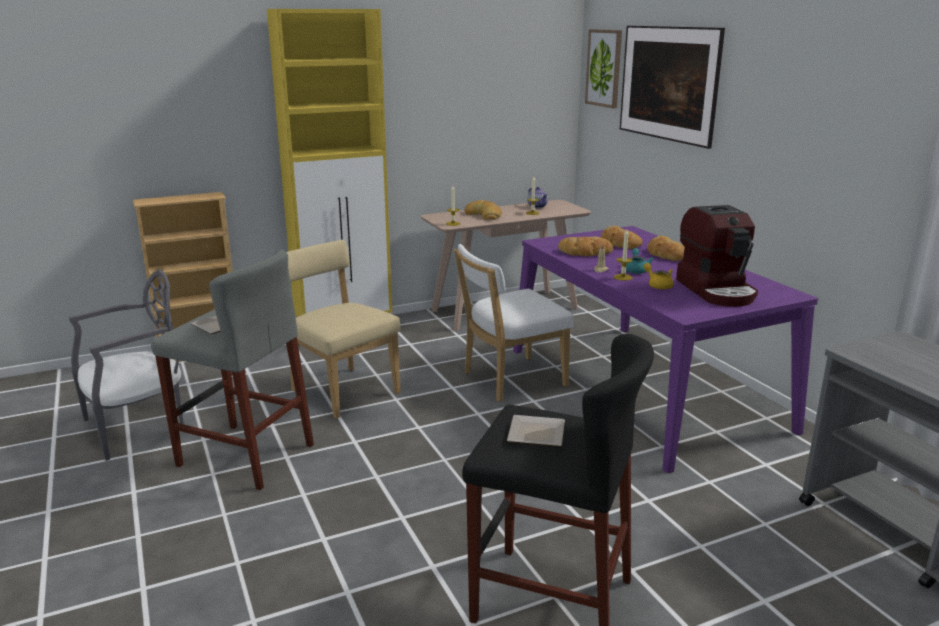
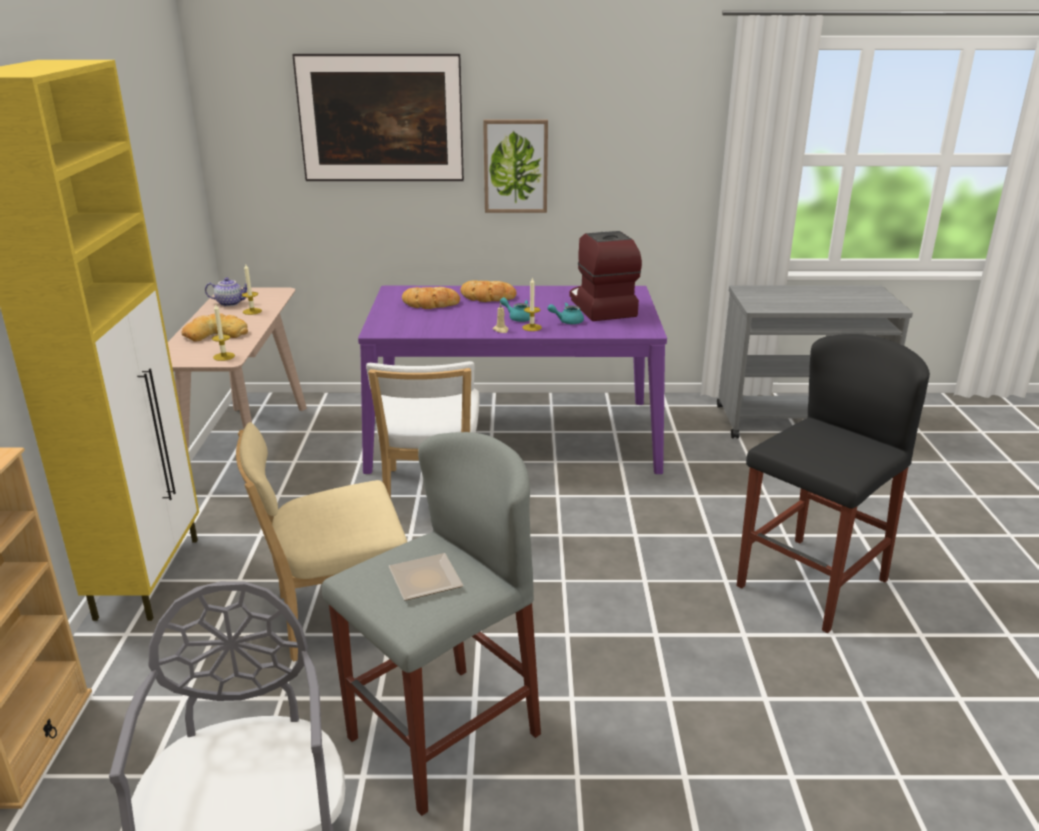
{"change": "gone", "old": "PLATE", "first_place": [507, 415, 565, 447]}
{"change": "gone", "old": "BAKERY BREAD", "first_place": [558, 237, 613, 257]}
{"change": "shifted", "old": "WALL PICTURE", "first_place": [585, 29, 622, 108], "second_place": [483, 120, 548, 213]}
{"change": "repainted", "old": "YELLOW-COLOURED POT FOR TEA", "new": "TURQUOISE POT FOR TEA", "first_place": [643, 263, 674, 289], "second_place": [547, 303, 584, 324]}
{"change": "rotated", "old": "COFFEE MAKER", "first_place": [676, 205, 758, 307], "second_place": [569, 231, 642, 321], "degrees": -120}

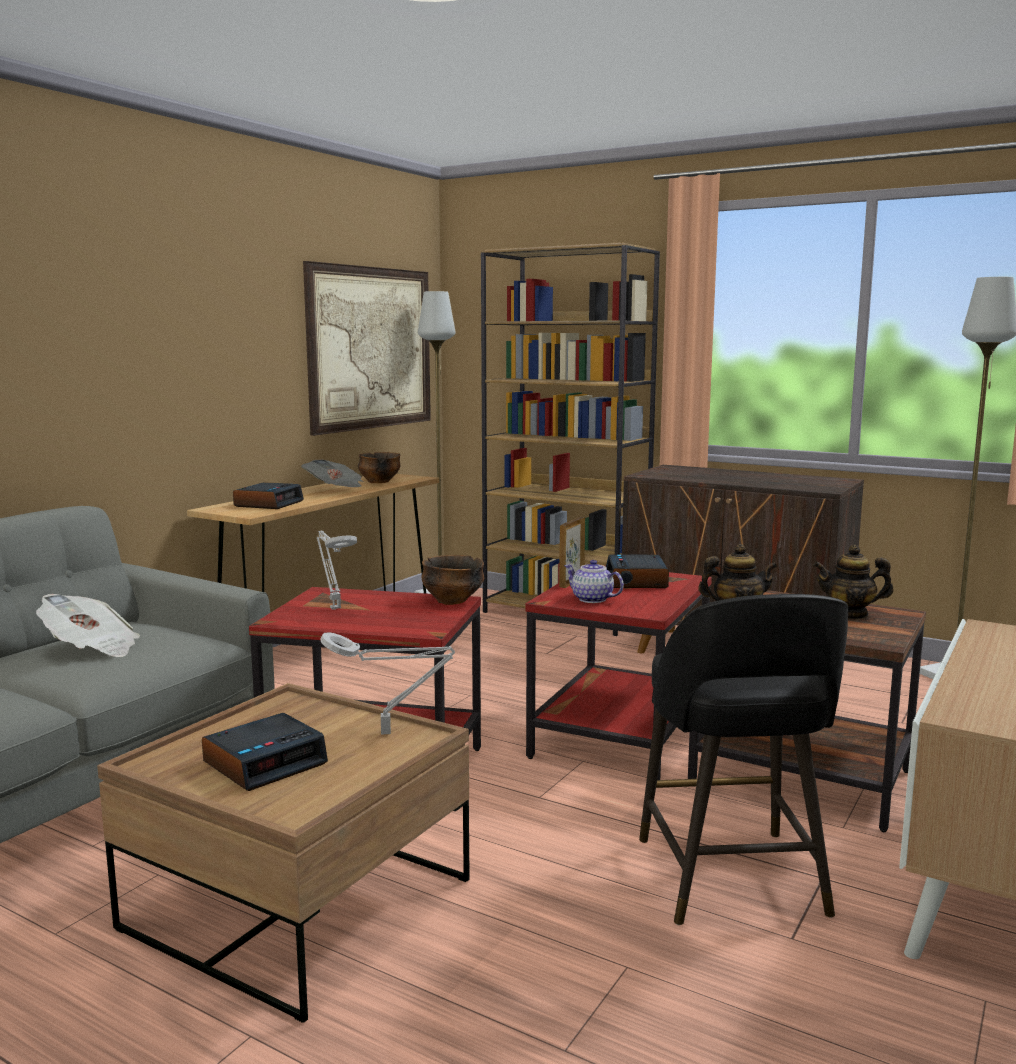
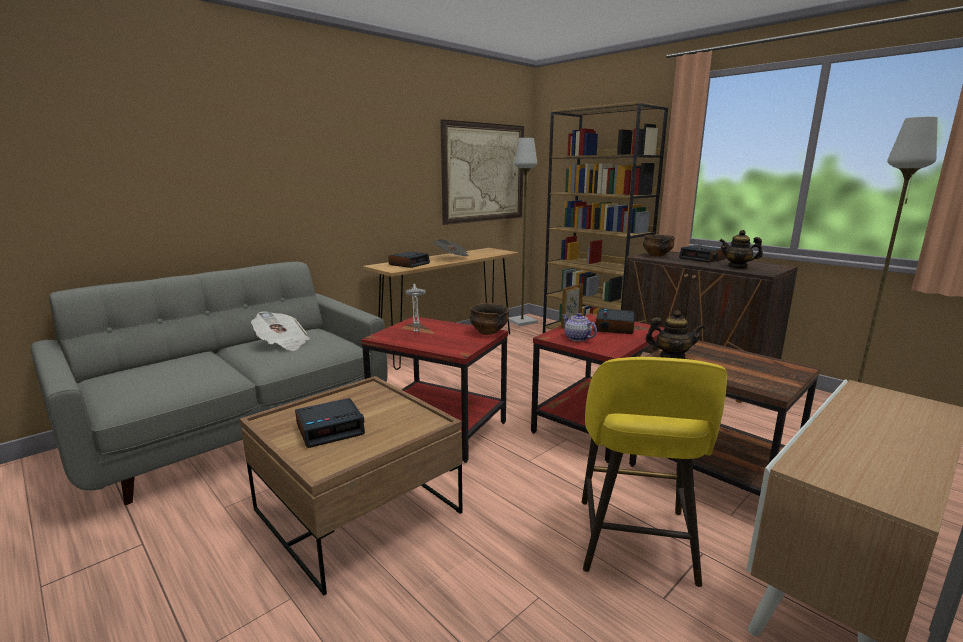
{"change": "gone", "old": "GREY TABLE LAMP", "first_place": [320, 632, 455, 735]}
{"change": "shifted", "old": "BOWL", "first_place": [358, 452, 401, 483], "second_place": [643, 234, 675, 257]}
{"change": "repainted", "old": "BLACK STOOL", "new": "YELLOW-COLOURED STOOL", "first_place": [639, 594, 848, 925], "second_place": [582, 357, 728, 587]}
{"change": "shifted", "old": "POT FOR TEA", "first_place": [813, 545, 894, 619], "second_place": [719, 230, 763, 269]}
{"change": "new", "new": "ALARM CLOCK", "second_place": [679, 245, 726, 263]}

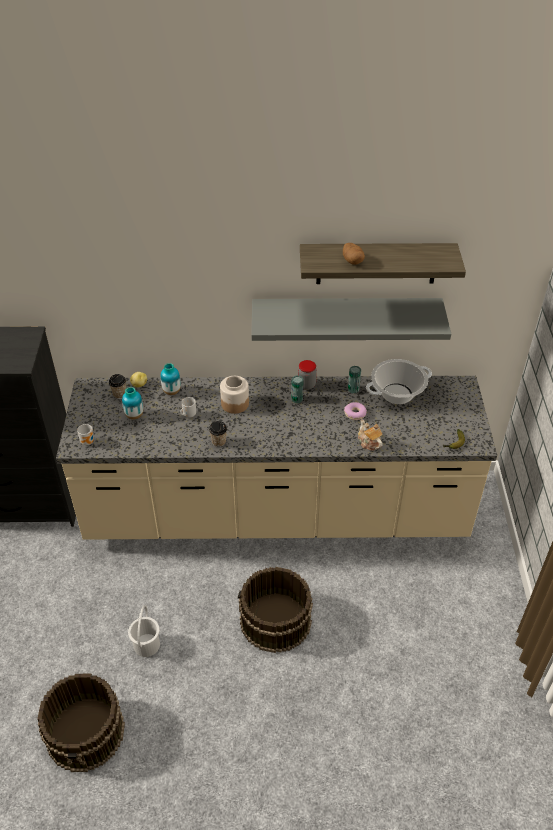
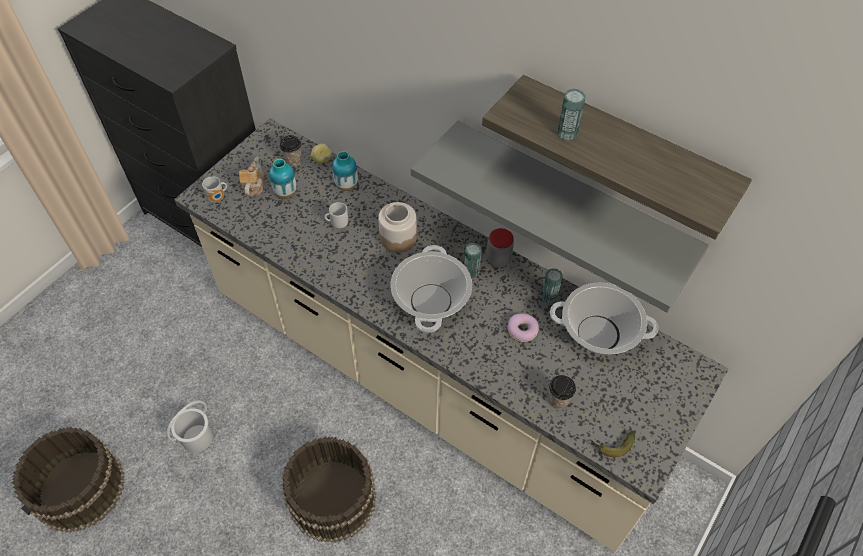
{"change": "shifted", "old": "CUP", "first_place": [209, 421, 227, 447], "second_place": [549, 375, 576, 409]}
{"change": "swapped", "old": "WHOLE POTATO", "new": "METAL CAN", "first_place": [343, 243, 365, 265], "second_place": [557, 88, 586, 141]}
{"change": "shifted", "old": "POT FOR TEA", "first_place": [358, 419, 383, 451], "second_place": [239, 157, 266, 197]}
{"change": "new", "new": "COOKING POT", "second_place": [391, 245, 472, 333]}

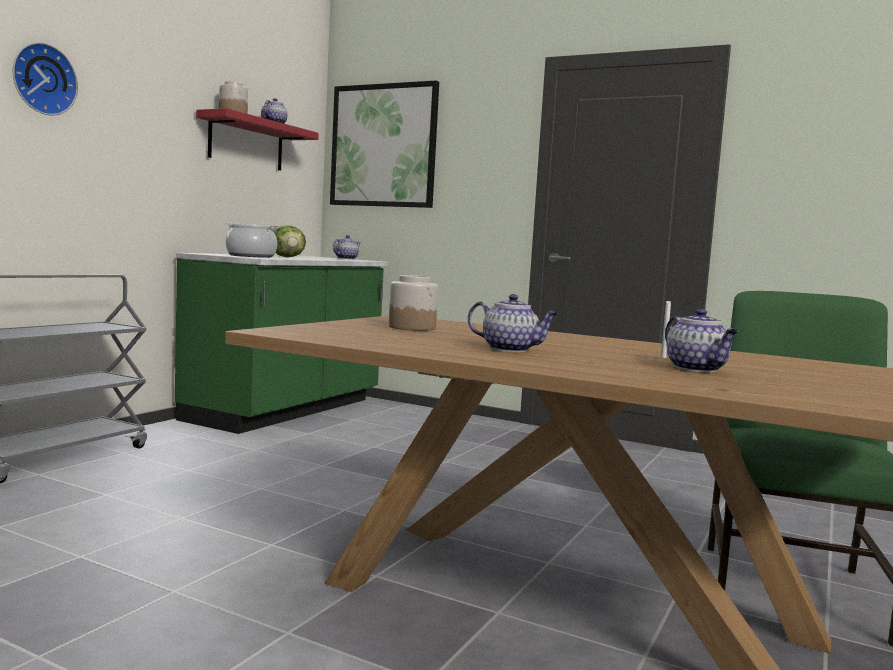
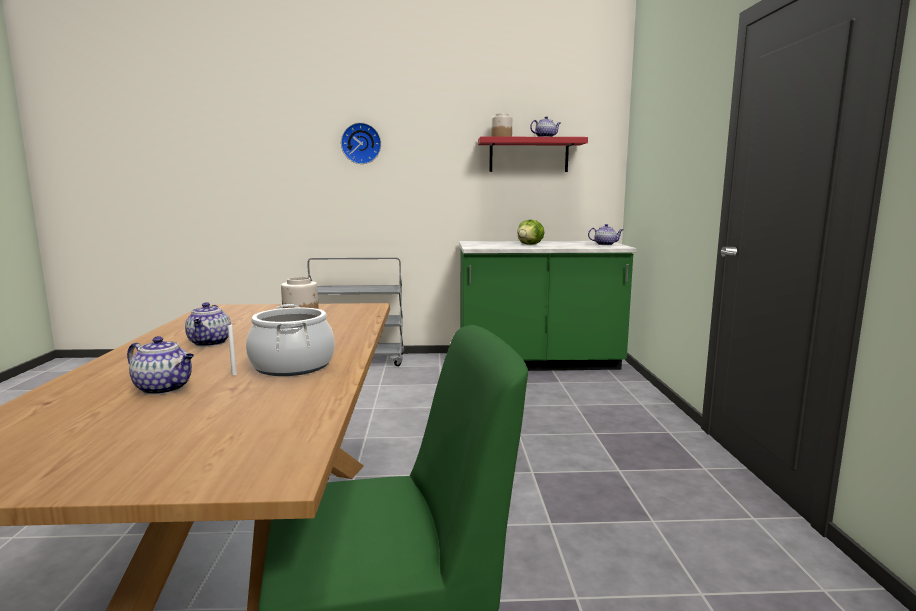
{"change": "shifted", "old": "COOKING POT", "first_place": [226, 222, 279, 258], "second_place": [246, 304, 335, 376]}
{"change": "gone", "old": "WALL PICTURE", "first_place": [330, 80, 439, 208]}
{"change": "rotated", "old": "POT FOR TEA", "first_place": [665, 309, 738, 372], "second_place": [127, 336, 194, 395], "degrees": -105}

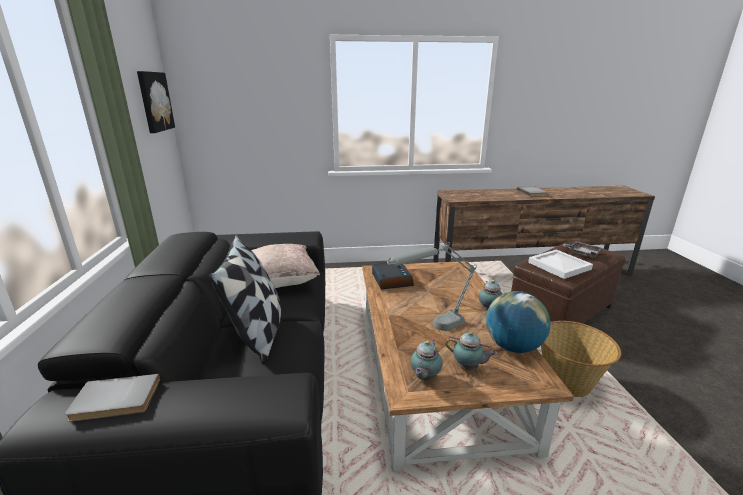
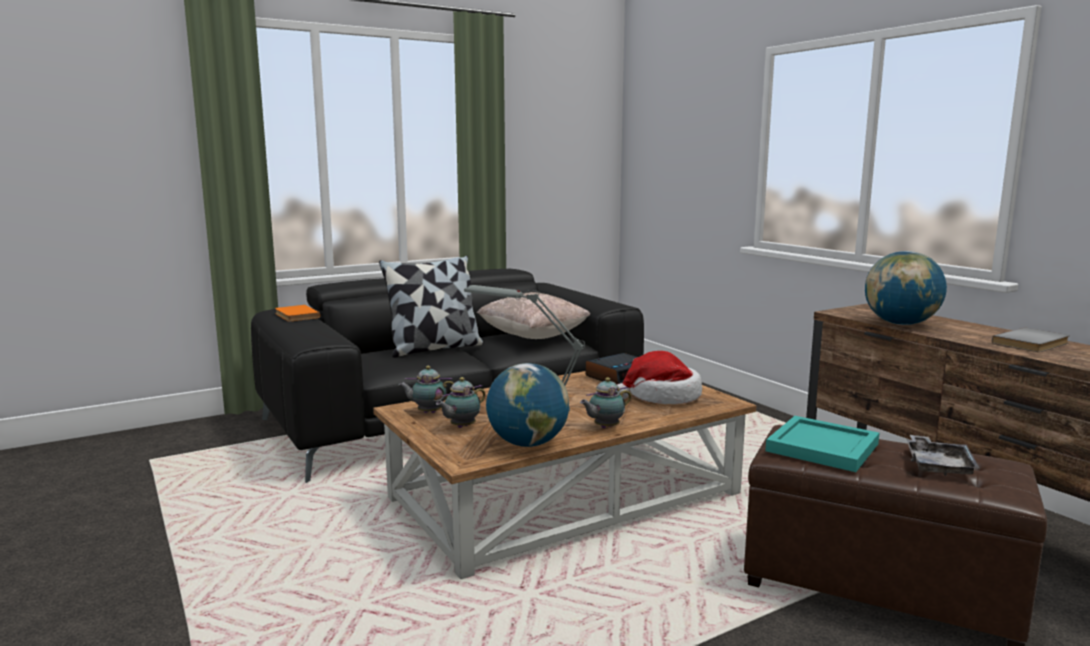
{"change": "repainted", "old": "GREY BOUND BOOK", "new": "ORANGE-COLOURED BOUND BOOK", "first_place": [65, 374, 160, 422], "second_place": [275, 305, 320, 322]}
{"change": "gone", "old": "WALL PICTURE", "first_place": [137, 71, 175, 133]}
{"change": "rotated", "old": "POT FOR TEA", "first_place": [445, 331, 497, 371], "second_place": [436, 377, 485, 428], "degrees": 45}
{"change": "repainted", "old": "WHITISH TRAY", "new": "TURQUOISE TRAY", "first_place": [528, 250, 593, 279], "second_place": [765, 416, 879, 472]}
{"change": "gone", "old": "STORAGE BASKET", "first_place": [541, 321, 621, 397]}
{"change": "new", "new": "HAT", "second_place": [615, 351, 702, 404]}
{"change": "new", "new": "WORLD GLOBE", "second_place": [865, 251, 947, 325]}

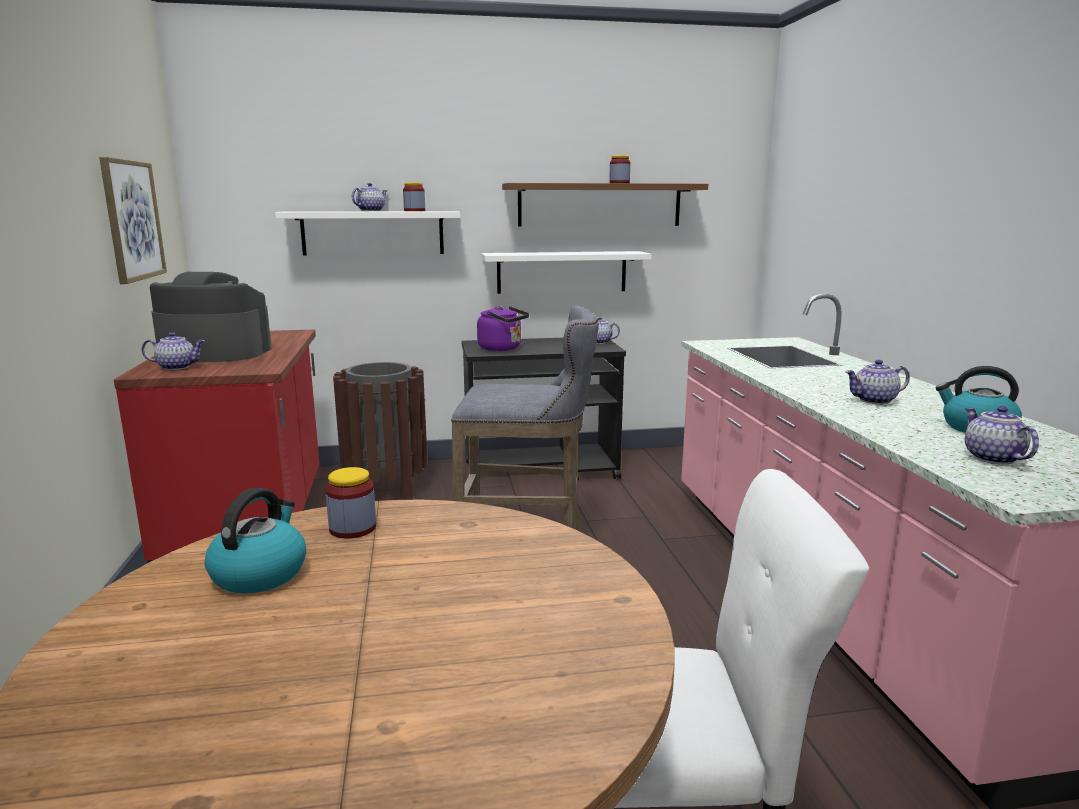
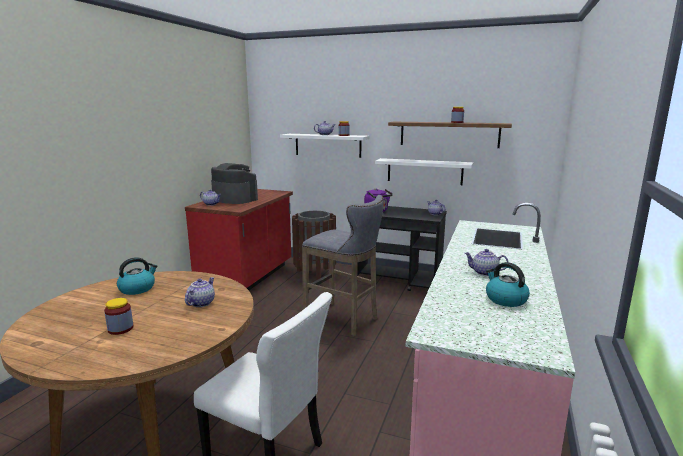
{"change": "gone", "old": "WALL PICTURE", "first_place": [99, 157, 167, 284]}
{"change": "shifted", "old": "STORAGE JAR", "first_place": [326, 467, 376, 539], "second_place": [104, 298, 133, 335]}
{"change": "shifted", "old": "POT FOR TEA", "first_place": [965, 406, 1039, 464], "second_place": [185, 277, 215, 307]}

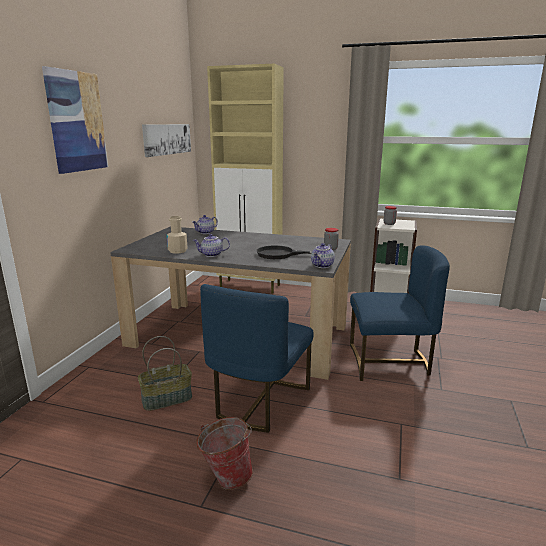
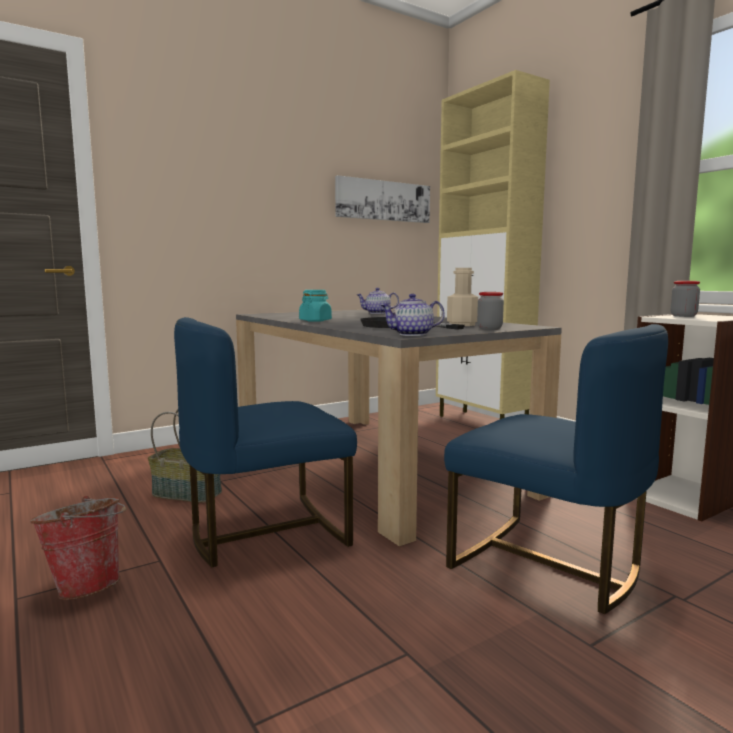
{"change": "gone", "old": "WALL PICTURE", "first_place": [42, 66, 108, 174]}
{"change": "shifted", "old": "BEIGE DRINK BOTTLE", "first_place": [167, 216, 188, 254], "second_place": [447, 268, 478, 326]}
{"change": "swapped", "old": "POT FOR TEA", "new": "TURQUOISE STORAGE JAR", "first_place": [193, 234, 230, 257], "second_place": [299, 290, 332, 322]}

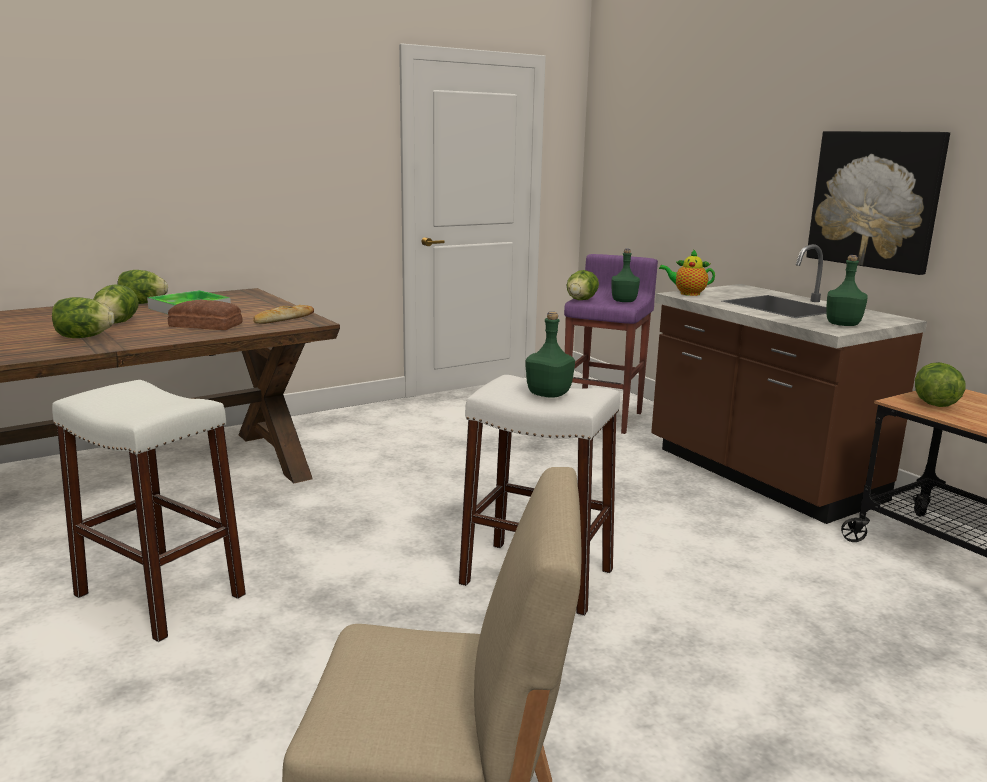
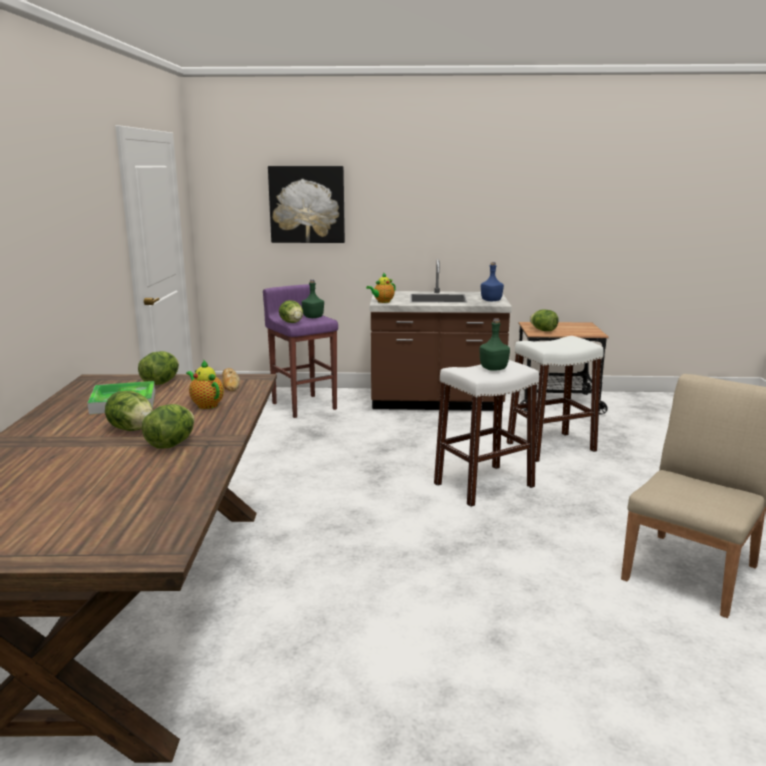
{"change": "shifted", "old": "WHITISH STOOL", "first_place": [52, 380, 246, 642], "second_place": [506, 336, 604, 462]}
{"change": "shifted", "old": "LETTUCE HEAD", "first_place": [117, 270, 168, 304], "second_place": [138, 351, 179, 385]}
{"change": "swapped", "old": "BAKERY BREAD", "new": "POT FOR TEA", "first_place": [168, 300, 243, 330], "second_place": [186, 360, 224, 409]}
{"change": "shifted", "old": "WALL PICTURE", "first_place": [806, 131, 950, 275], "second_place": [268, 166, 345, 243]}
{"change": "repainted", "old": "GREENISH DRINK BOTTLE", "new": "BLUE DRINK BOTTLE", "first_place": [826, 255, 868, 326], "second_place": [481, 262, 504, 301]}

